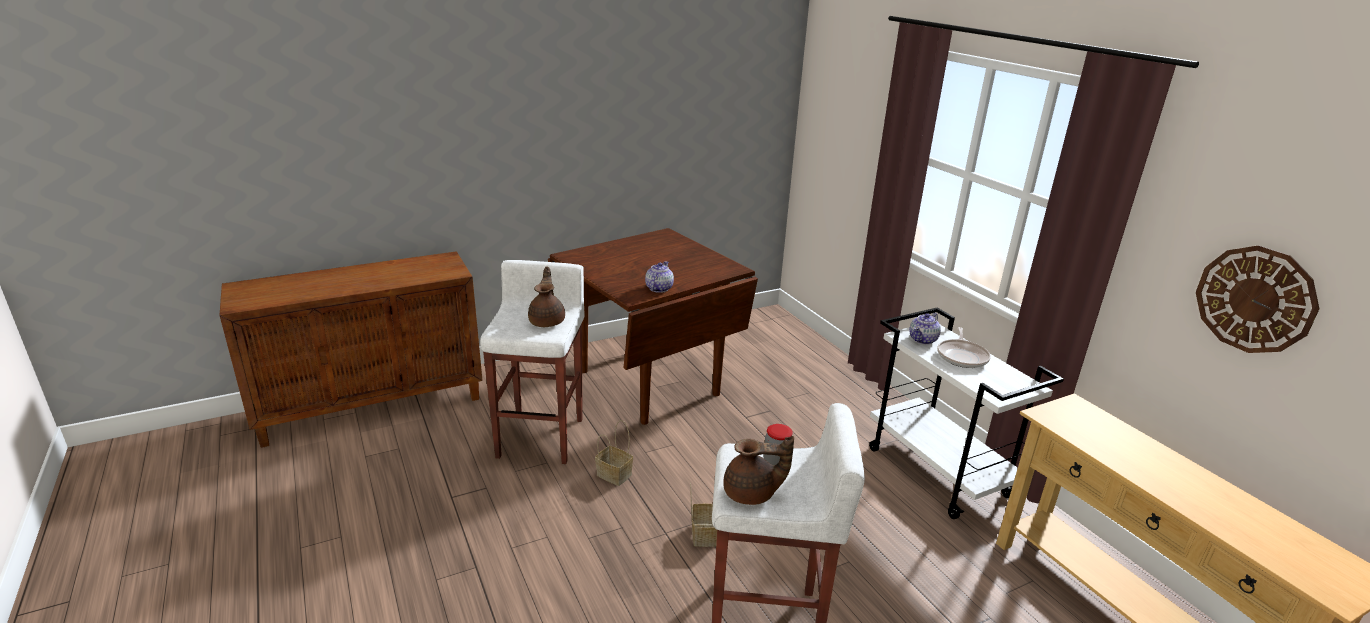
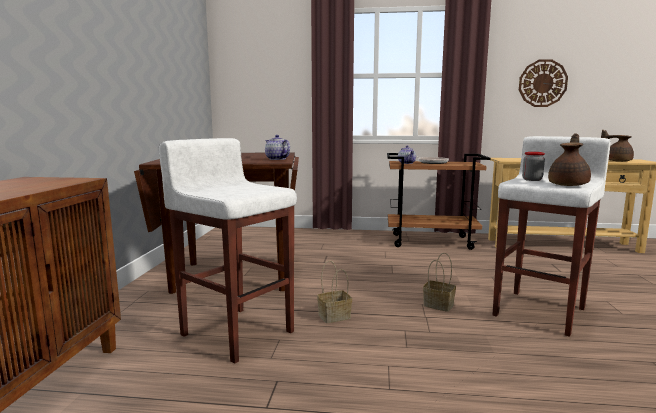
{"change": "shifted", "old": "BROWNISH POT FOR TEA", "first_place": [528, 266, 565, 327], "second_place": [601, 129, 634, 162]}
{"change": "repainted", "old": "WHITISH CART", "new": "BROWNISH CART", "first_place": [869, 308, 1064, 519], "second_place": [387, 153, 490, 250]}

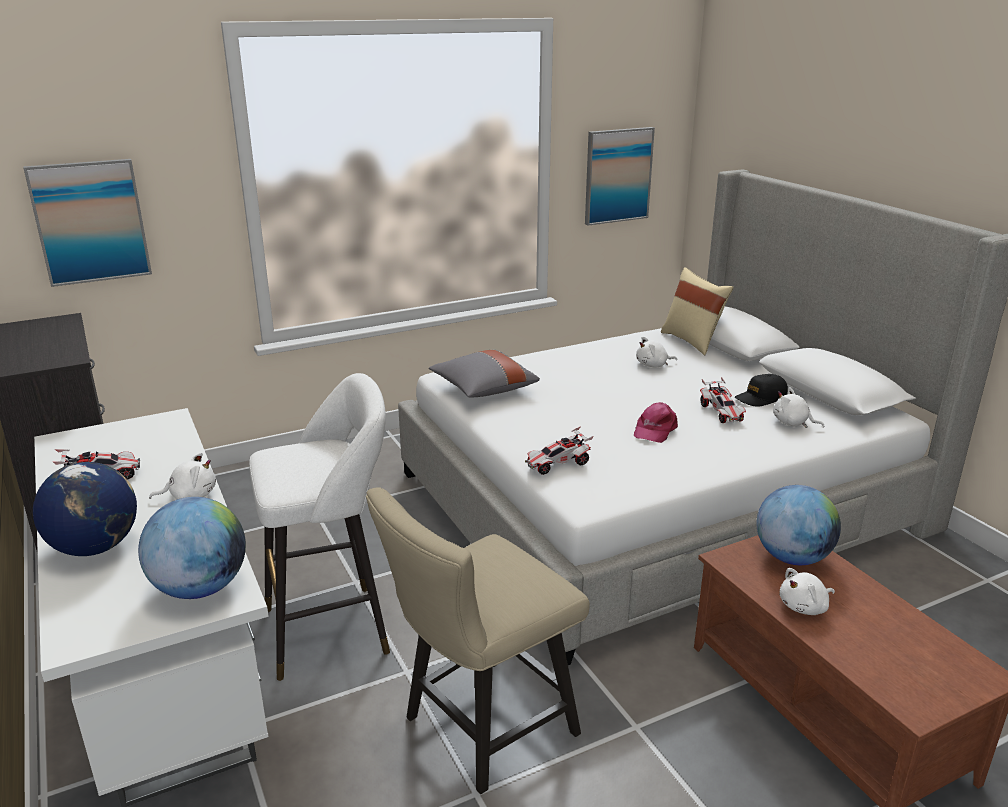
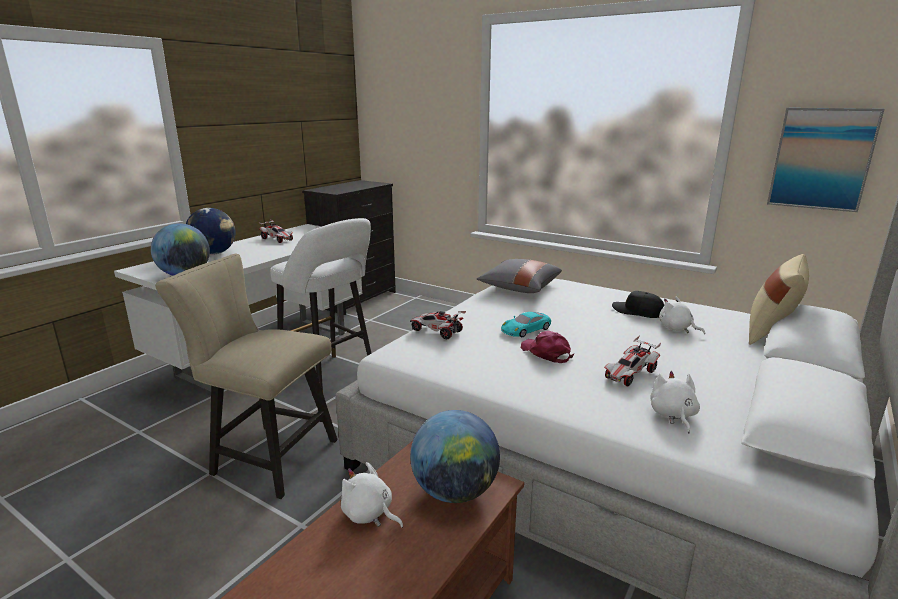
{"change": "gone", "old": "WALL PICTURE", "first_place": [23, 159, 152, 287]}
{"change": "gone", "old": "WHITISH SOFT TOY", "first_place": [149, 452, 216, 499]}
{"change": "rotated", "old": "PINK CAP", "first_place": [634, 402, 678, 443], "second_place": [521, 331, 574, 363], "degrees": 60}
{"change": "shifted", "old": "BLACK CAP", "first_place": [735, 374, 788, 407], "second_place": [612, 291, 664, 318]}
{"change": "new", "new": "TURQUOISE MODEL CAR", "second_place": [501, 312, 551, 337]}

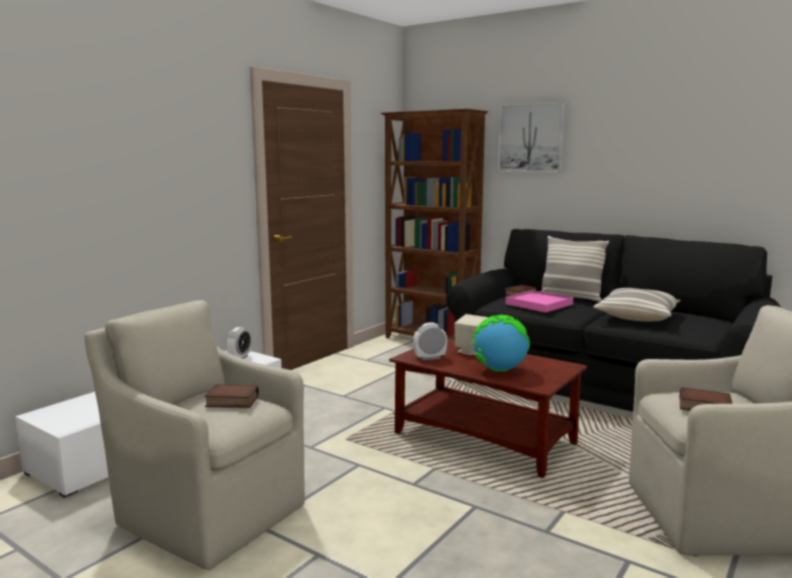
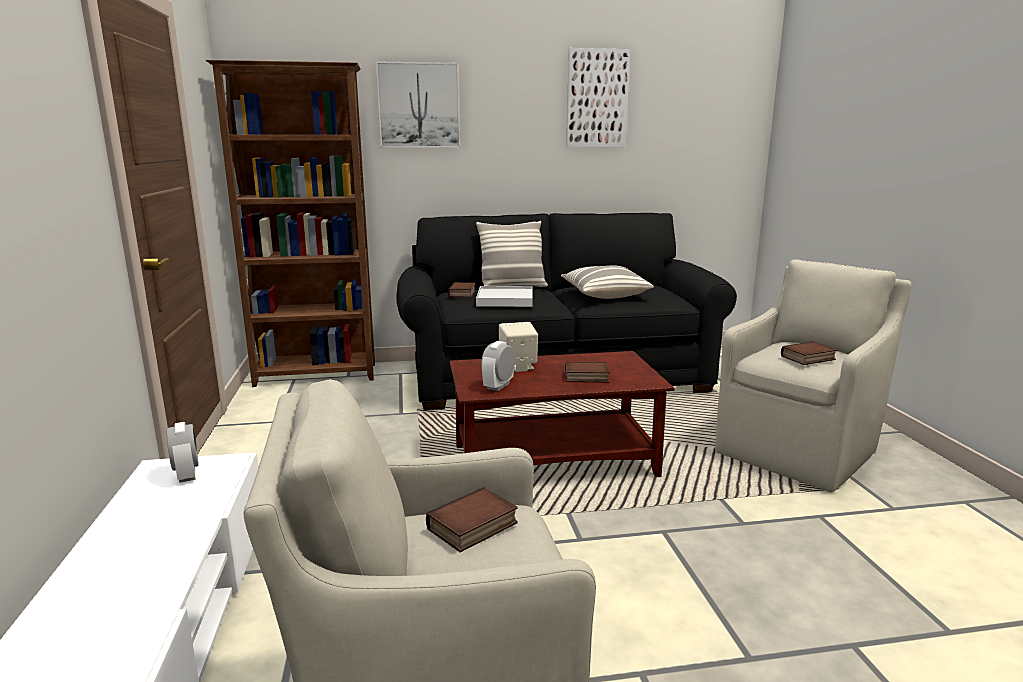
{"change": "swapped", "old": "WORLD GLOBE", "new": "BOUND BOOK", "first_place": [473, 315, 530, 372], "second_place": [565, 362, 610, 383]}
{"change": "repainted", "old": "PINK TRAY", "new": "WHITISH TRAY", "first_place": [505, 290, 573, 312], "second_place": [476, 286, 533, 307]}
{"change": "new", "new": "WALL PICTURE", "second_place": [566, 48, 630, 147]}

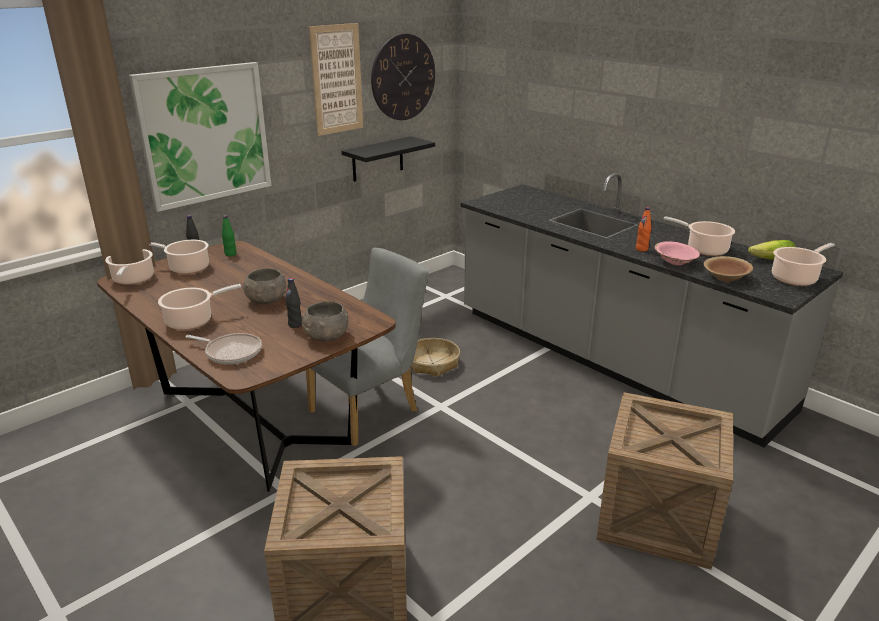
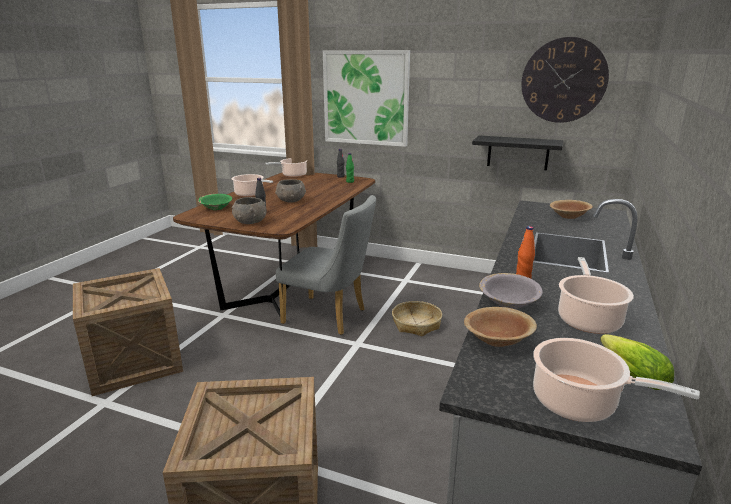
{"change": "gone", "old": "COOKING POT", "first_place": [149, 240, 209, 274]}
{"change": "swapped", "old": "PAN", "new": "GREENISH BOWL", "first_place": [185, 333, 262, 364], "second_place": [198, 194, 232, 210]}
{"change": "gone", "old": "WALL PICTURE", "first_place": [309, 23, 363, 136]}
{"change": "repainted", "old": "PINK BOWL", "new": "GREY BOWL", "first_place": [655, 242, 700, 265], "second_place": [479, 273, 543, 309]}
{"change": "new", "new": "BROWNISH BOWL", "second_place": [550, 200, 593, 219]}

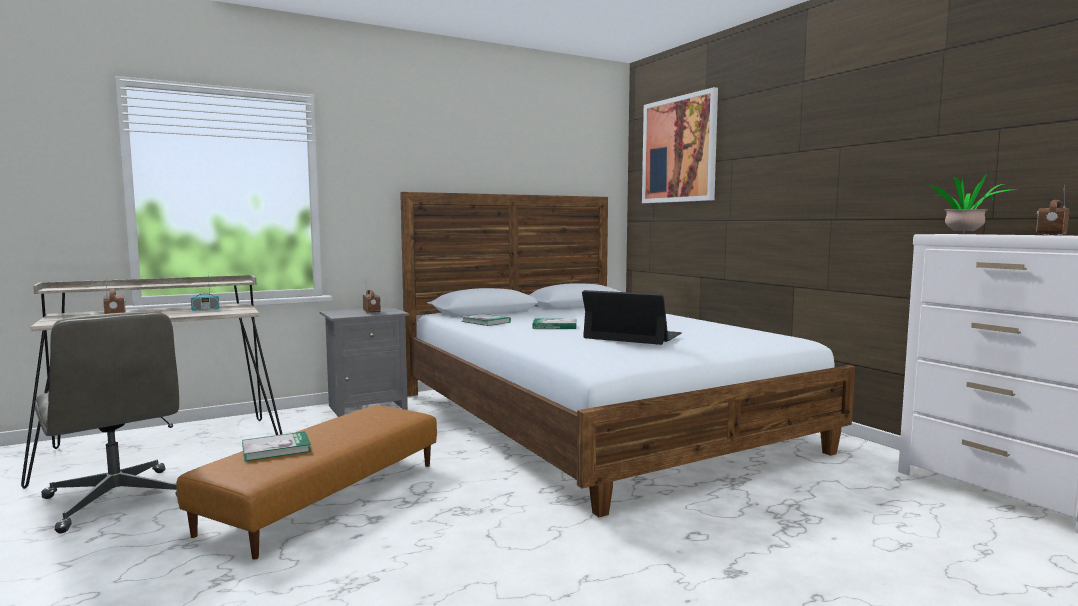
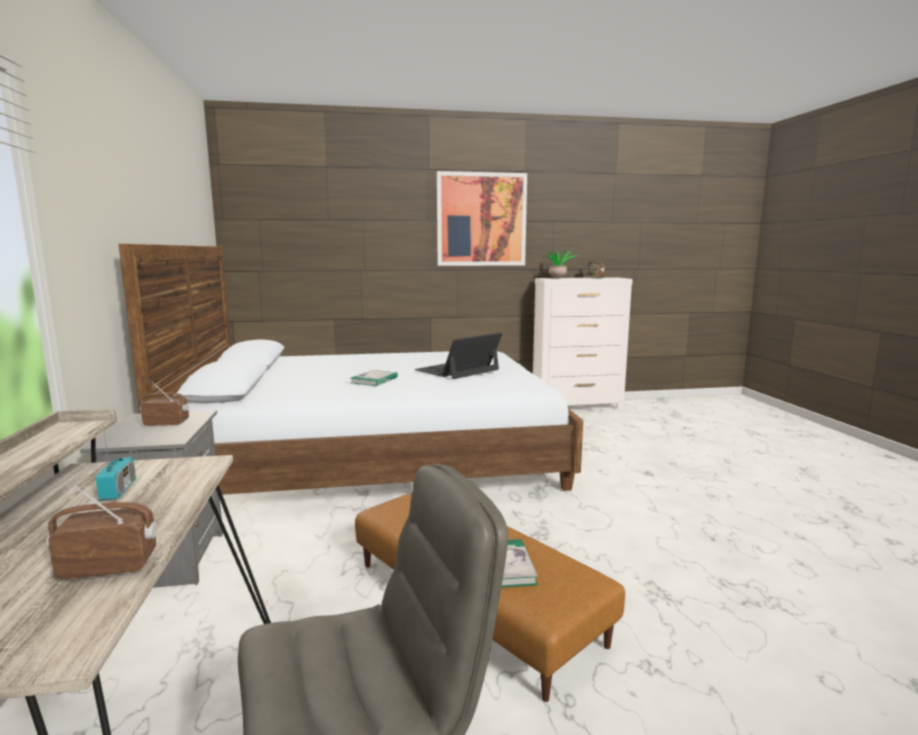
{"change": "gone", "old": "BOUND BOOK", "first_place": [461, 314, 511, 326]}
{"change": "shifted", "old": "WALL PICTURE", "first_place": [642, 87, 718, 203], "second_place": [437, 171, 527, 266]}

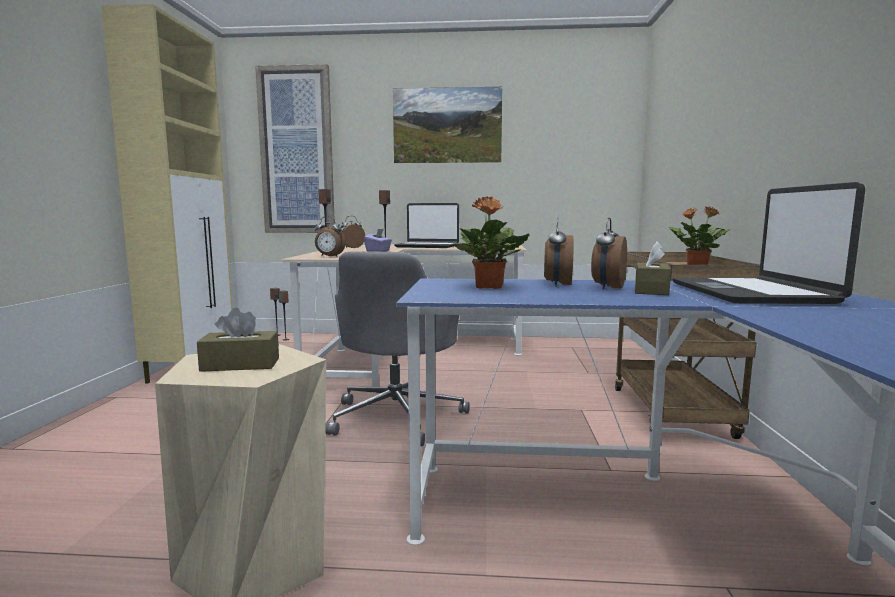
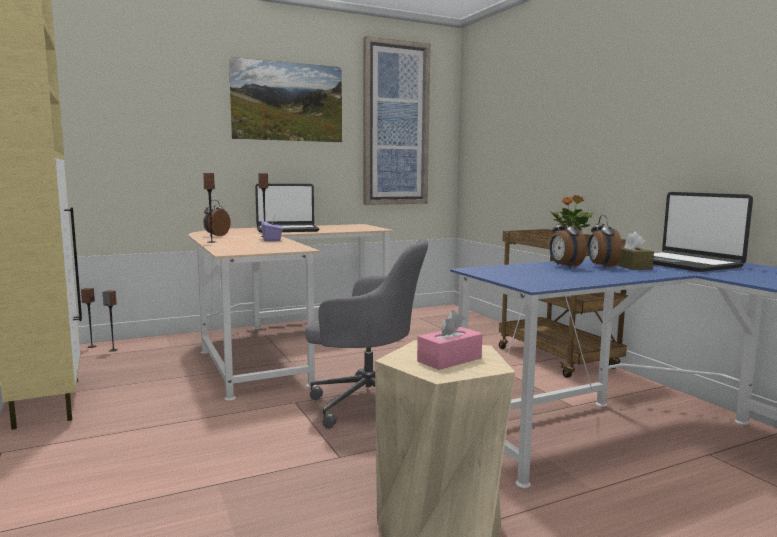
{"change": "repainted", "old": "BROWNISH TISSUE HOLDER", "new": "PINK TISSUE HOLDER", "first_place": [197, 308, 279, 372], "second_place": [417, 310, 482, 370]}
{"change": "shifted", "old": "WALL PICTURE", "first_place": [255, 64, 335, 233], "second_place": [363, 36, 431, 205]}
{"change": "gone", "old": "ALARM CLOCK", "first_place": [315, 216, 346, 257]}
{"change": "rotated", "old": "GREY DESK CHAIR", "first_place": [325, 251, 470, 446], "second_place": [305, 239, 428, 429], "degrees": -60}
{"change": "gone", "old": "PLANT IN A POT", "first_place": [454, 196, 530, 289]}

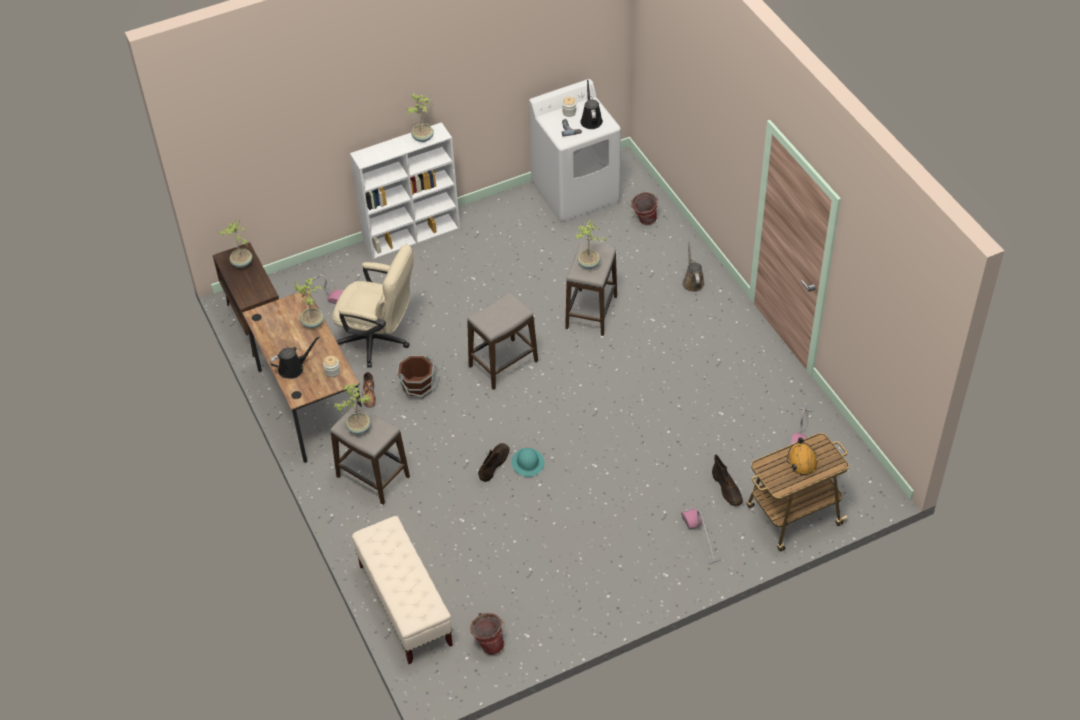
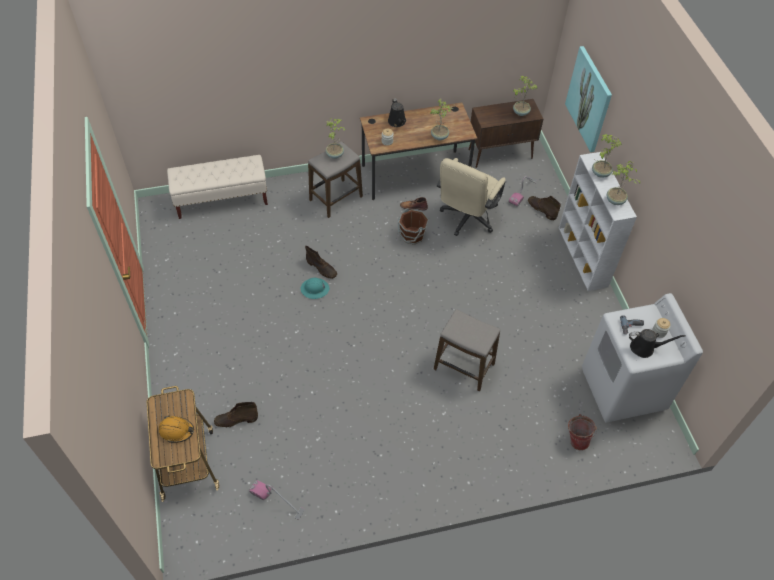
{"change": "gone", "old": "STOOL", "first_place": [467, 292, 538, 390]}
{"change": "gone", "old": "WATER BUCKET", "first_place": [470, 613, 504, 655]}
{"change": "shifted", "old": "PLANT IN A POT", "first_place": [575, 220, 607, 269], "second_place": [592, 134, 622, 178]}
{"change": "gone", "old": "VACUUM", "first_place": [681, 507, 721, 564]}
{"change": "gone", "old": "BROWNISH WATERING POT", "first_place": [682, 241, 705, 292]}
{"change": "new", "new": "BROWNISH TALL BOOT", "second_place": [528, 196, 561, 220]}
{"change": "new", "new": "WALL PICTURE", "second_place": [565, 46, 612, 152]}

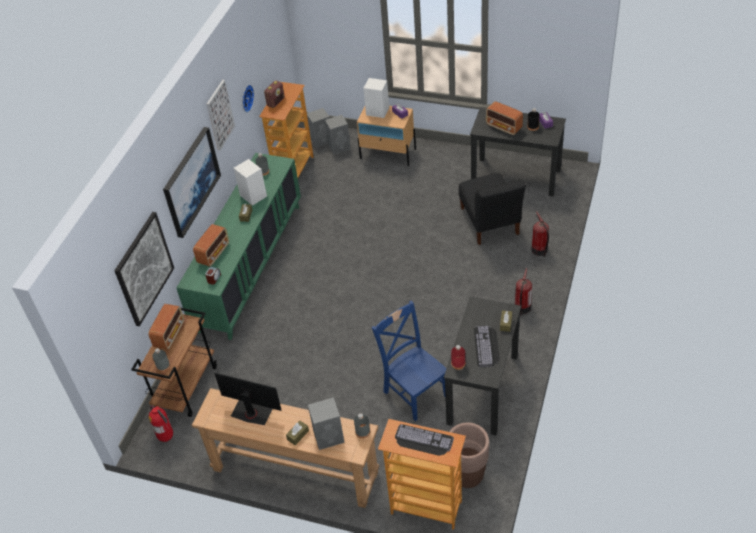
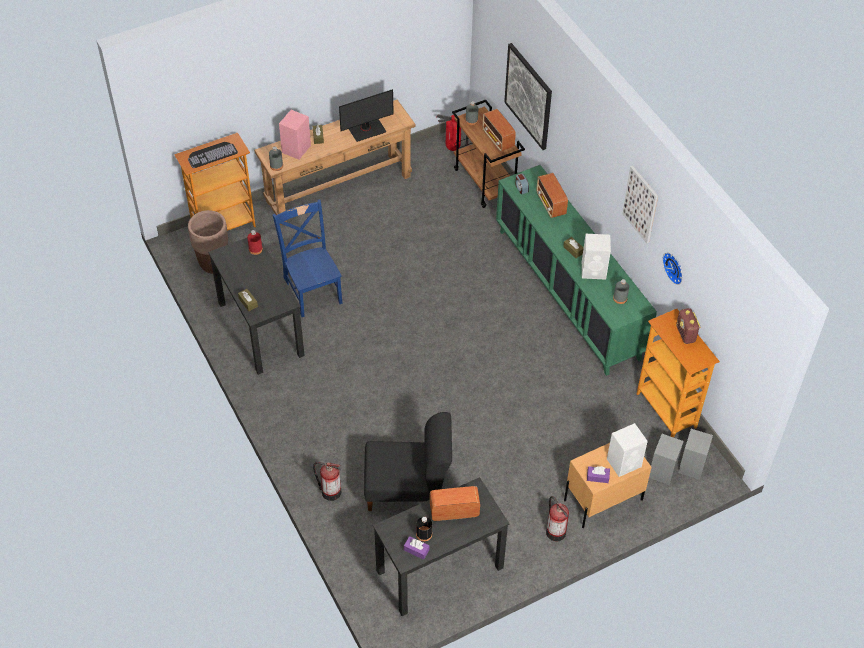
{"change": "gone", "old": "WALL PICTURE", "first_place": [163, 127, 221, 238]}
{"change": "repainted", "old": "GREY SPEAKER", "new": "PINK SPEAKER", "first_place": [308, 397, 345, 450], "second_place": [279, 110, 311, 160]}
{"change": "rotated", "old": "BLUE CHAIR", "first_place": [372, 300, 446, 421], "second_place": [272, 199, 343, 317], "degrees": -120}
{"change": "rotated", "old": "BLACK CHAIR", "first_place": [459, 173, 526, 245], "second_place": [364, 412, 452, 511], "degrees": 150}
{"change": "gone", "old": "PC KEYBOARD", "first_place": [474, 326, 500, 367]}
{"change": "shifted", "old": "EXTINGUISHER", "first_place": [515, 268, 532, 316], "second_place": [546, 496, 569, 541]}

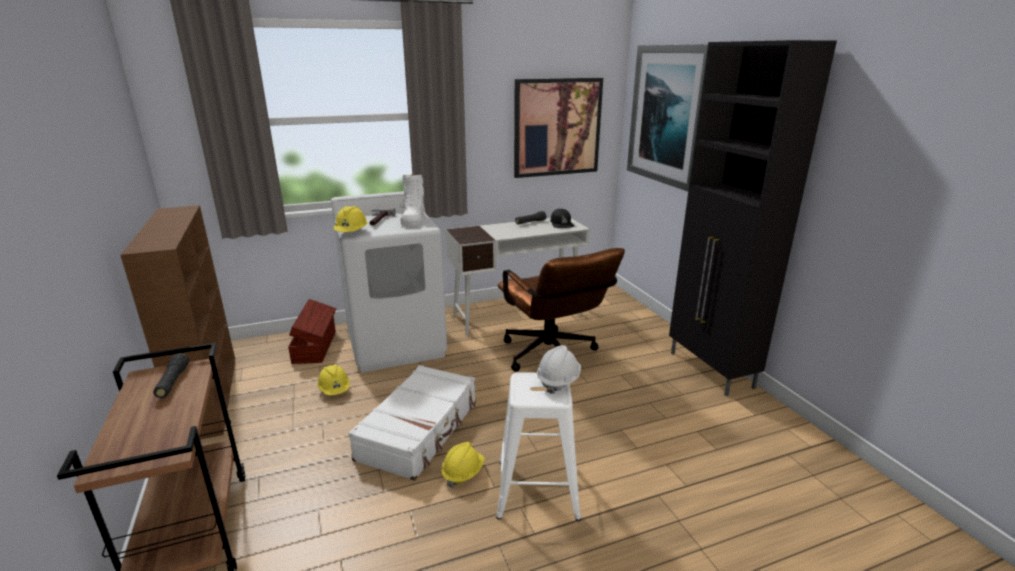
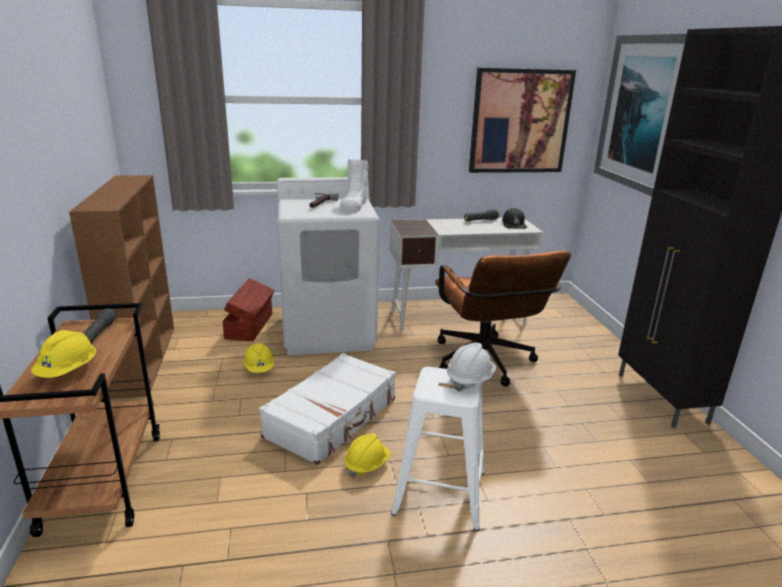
{"change": "shifted", "old": "YELLOW-COLOURED HARD HAT", "first_place": [334, 206, 367, 232], "second_place": [31, 330, 96, 378]}

